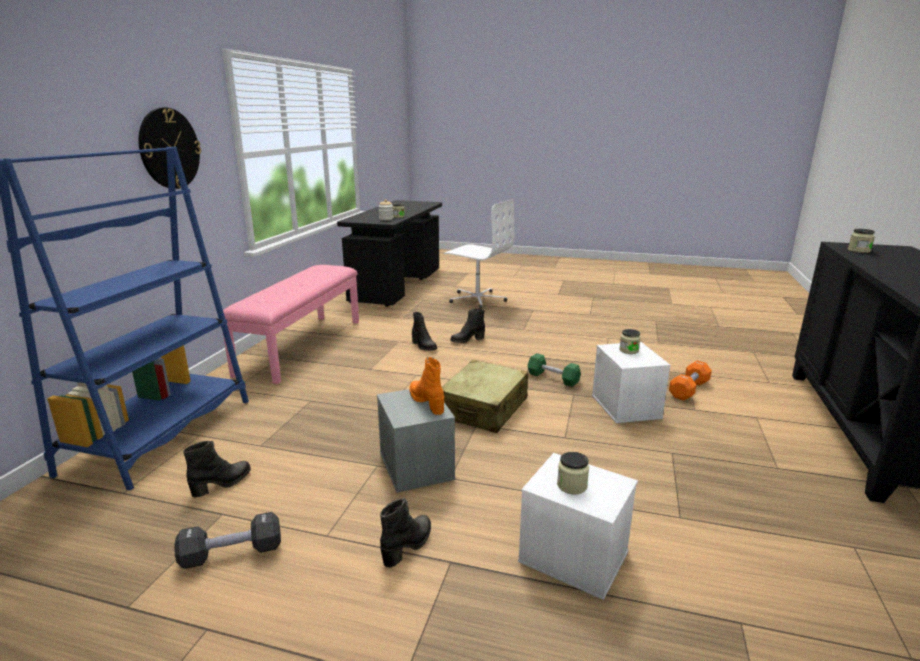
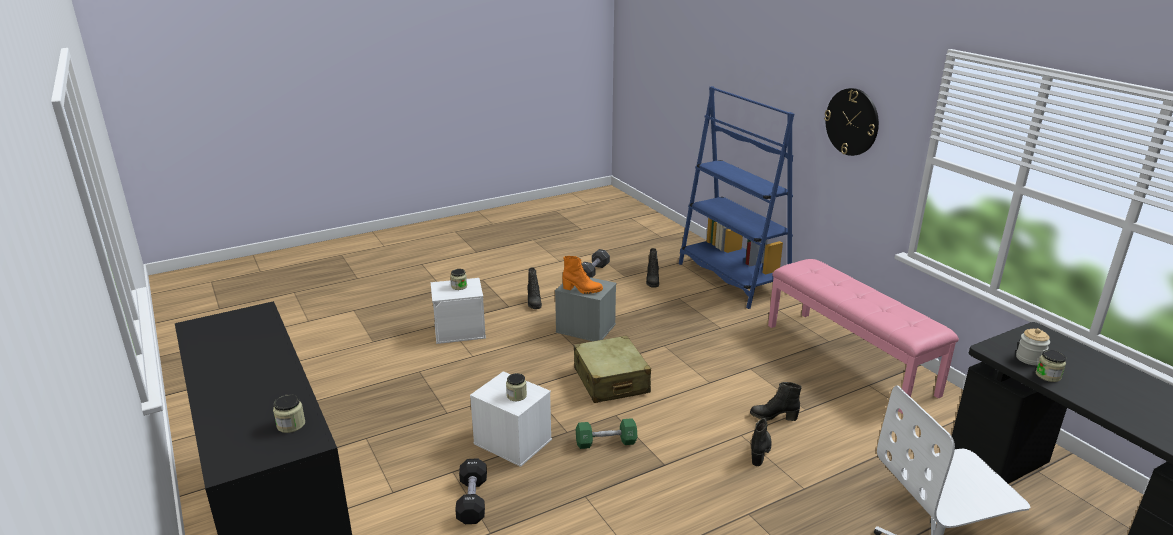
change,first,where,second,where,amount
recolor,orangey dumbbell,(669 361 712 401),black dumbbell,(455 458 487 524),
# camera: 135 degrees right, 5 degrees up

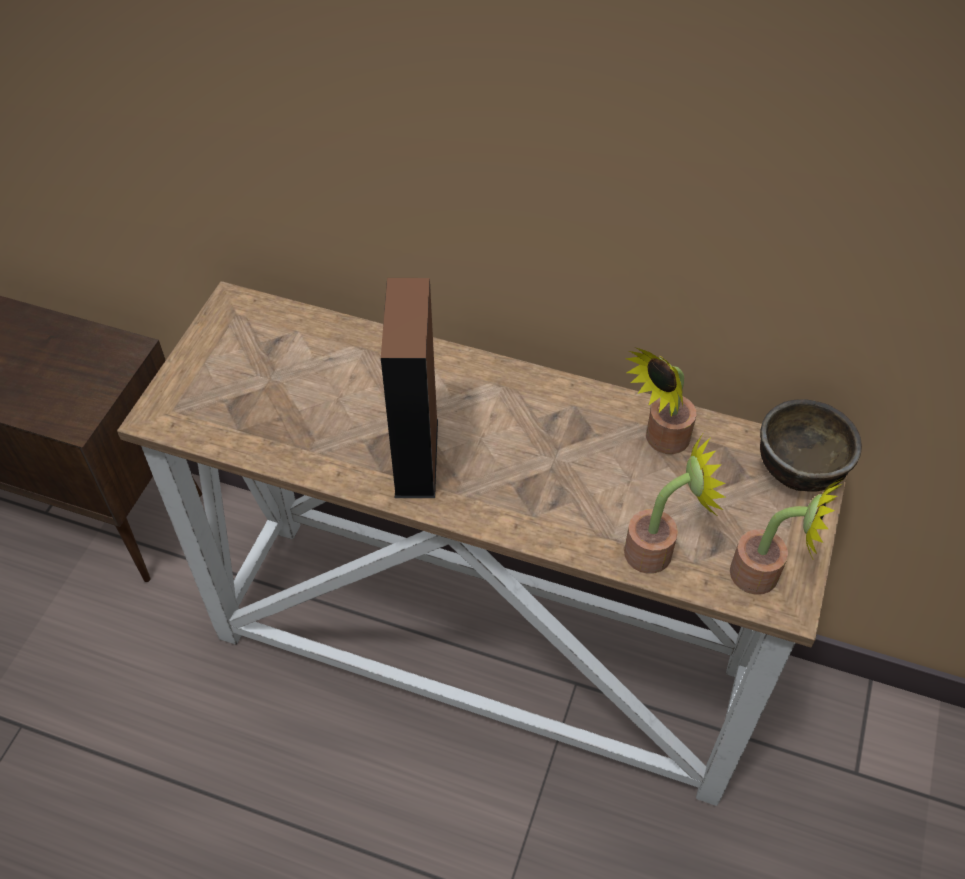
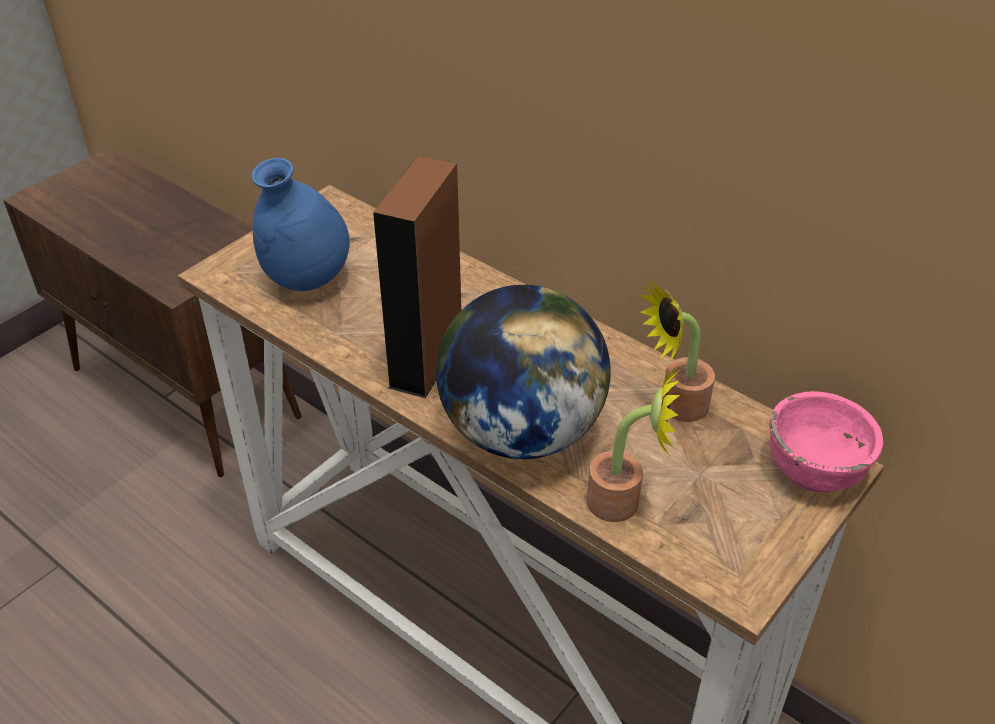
change,first,where,second,where,amount
delete,potted plant,(730 478 842 595),,,
insert,,,blue vase,(252 158 350 291),
insert,,,world globe,(436 285 611 459),
recolor,brown bowl,(760 399 862 492),pink-coloured bowl,(769 391 883 493),
# camera: 20 degrees right, 10 degrees down

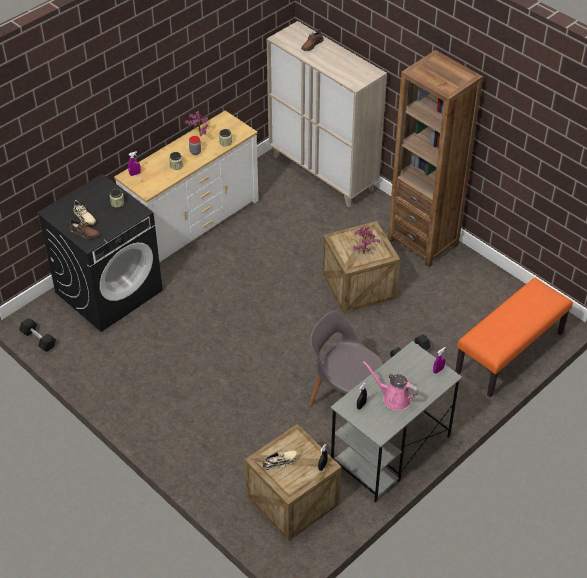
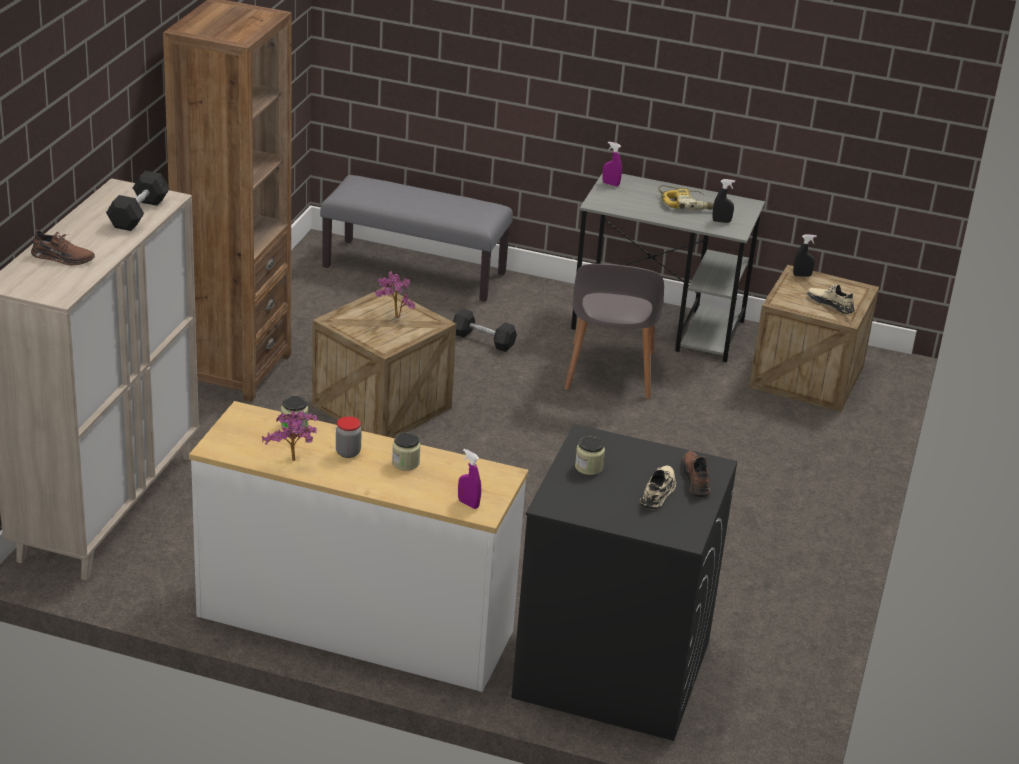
change,first,where,second,where,amount
move,black dumbbell,(19 318 56 352),,(106 171 170 231),
replace,pink-coloured sprinkling can,(363 361 419 411),drill,(658 185 714 210),
recolor,orangey indoor bench,(455 278 573 398),grey indoor bench,(320 175 513 302),
# camera: 120 degrees left, 15 degrees down

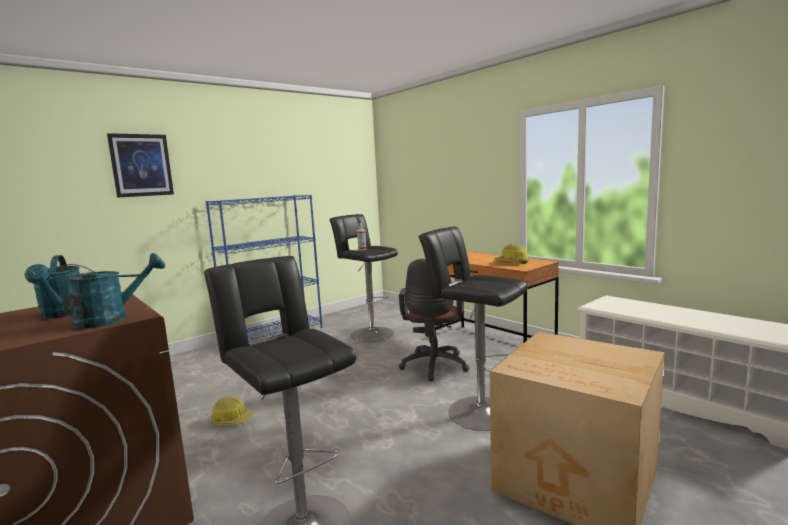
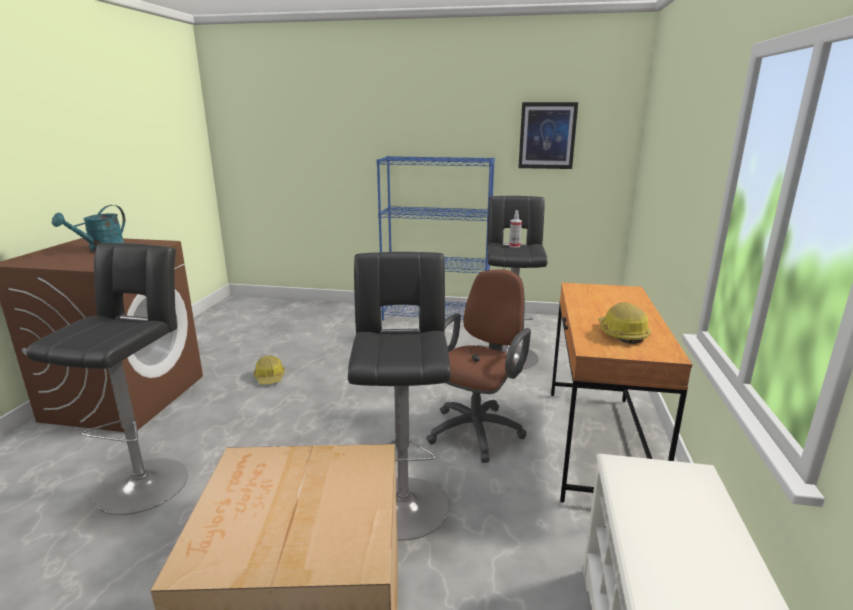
change,first,where,second,where,amount
delete,blue-green sprinkling can,(48 253 165 328),,,
move,picture,(107 133 174 198),,(518 102 578 169),
rotate,brown office chair,(399 259 470 381),,(426 269 531 463),150 degrees clockwise
# camera: 50 degrees right, 10 degrees up

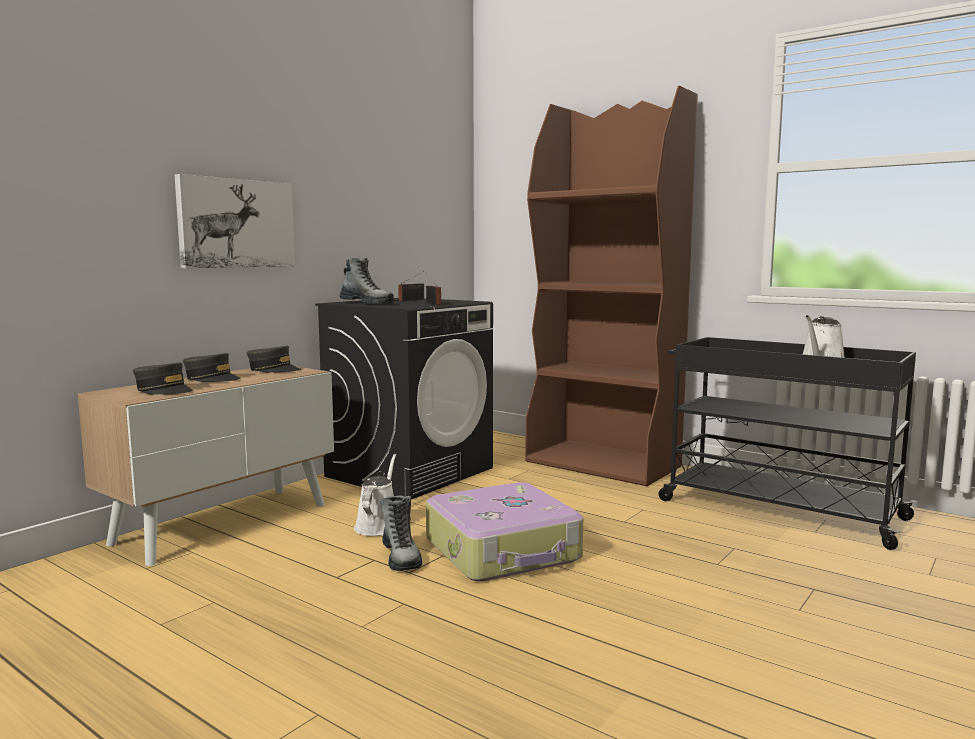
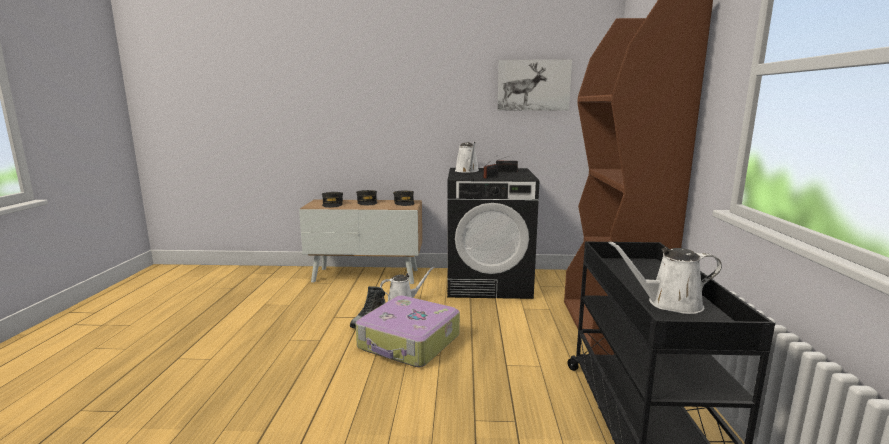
change,first,where,second,where,amount
move,picture,(175 174 295 268),,(497 59 572 111),
replace,high-top boot,(340 258 394 304),white sprinkling can,(455 142 479 173),
# camera: 55 degrees right, 5 degrees up

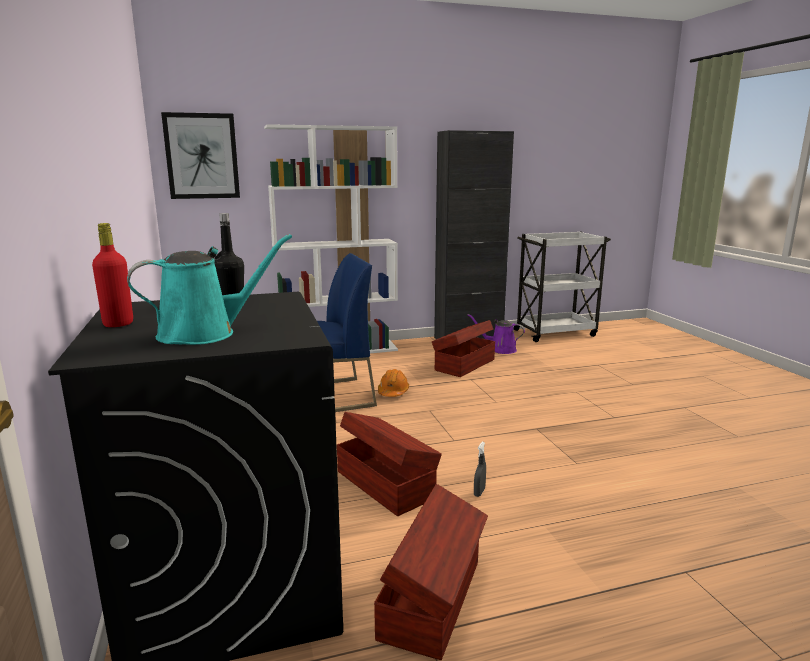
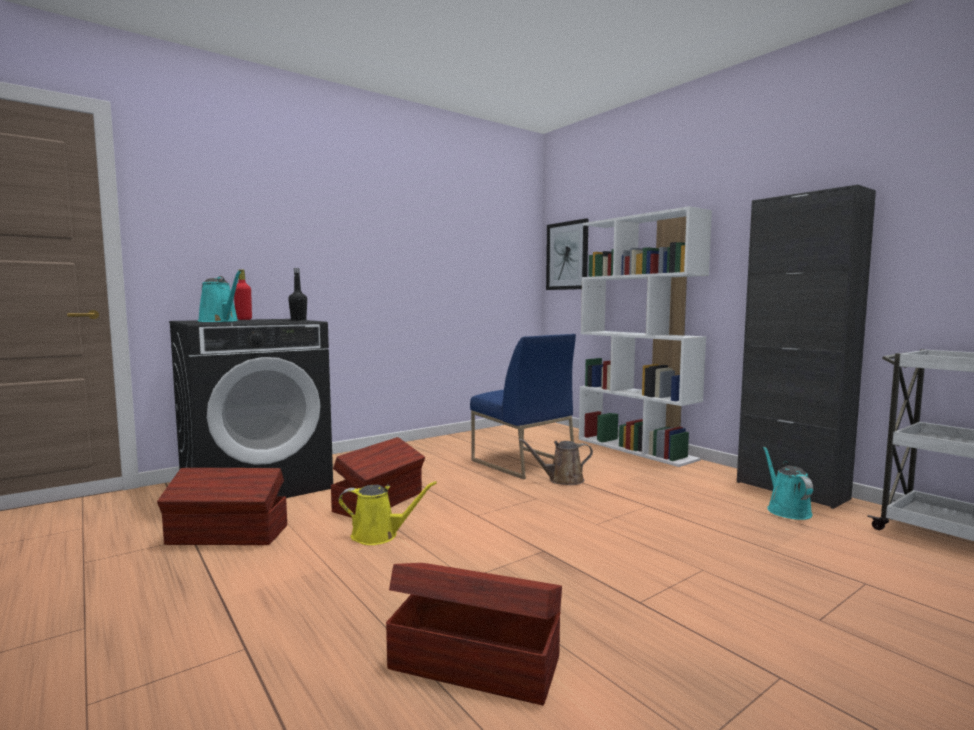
change,first,where,second,where,amount
move,brown storage container,(432 320 495 377),,(386 563 562 705),
replace,orangey hard hat,(378 369 409 397),brown sprinkling can,(519 439 593 485),
replace,grey spray bottle,(474 442 486 497),yellowish sprinkling can,(338 481 437 545),
recolor,purple-coloured sprinkling can,(468 314 525 354),blue-green sprinkling can,(763 446 813 520),
# camera: 70 degrees right, 10 degrees down

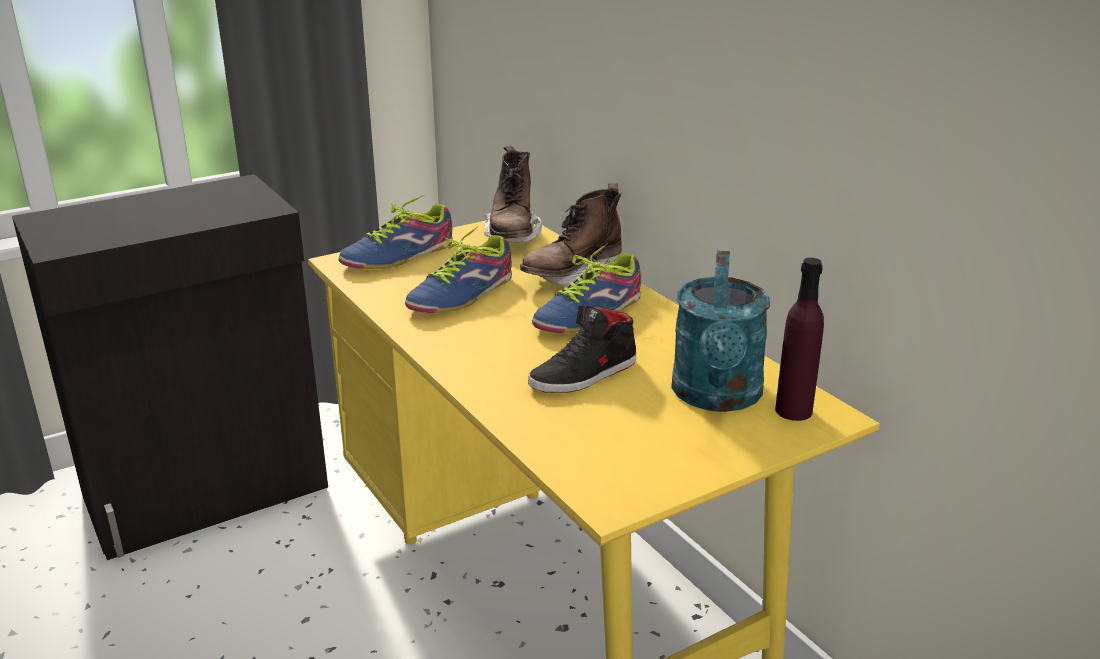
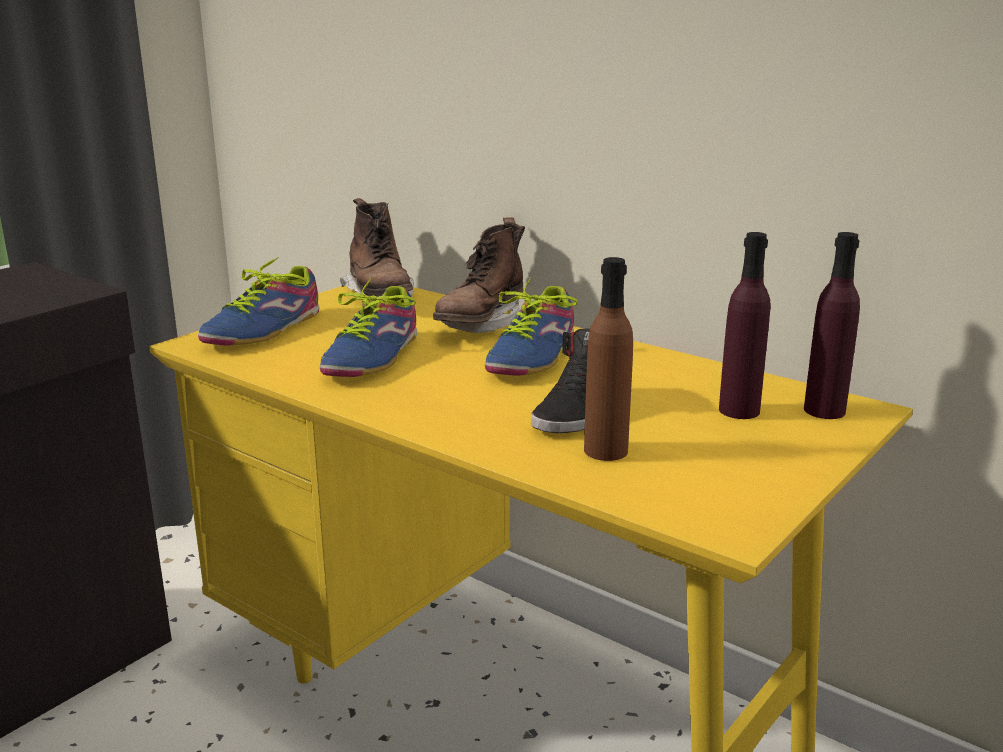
change,first,where,second,where,amount
insert,,,brown beverage bottle,(584 257 633 461),
replace,blue-green sprinkling can,(671 250 770 412),purple-coloured beverage bottle,(719 232 770 419),
# camera: 20 degrees left, 5 degrees down

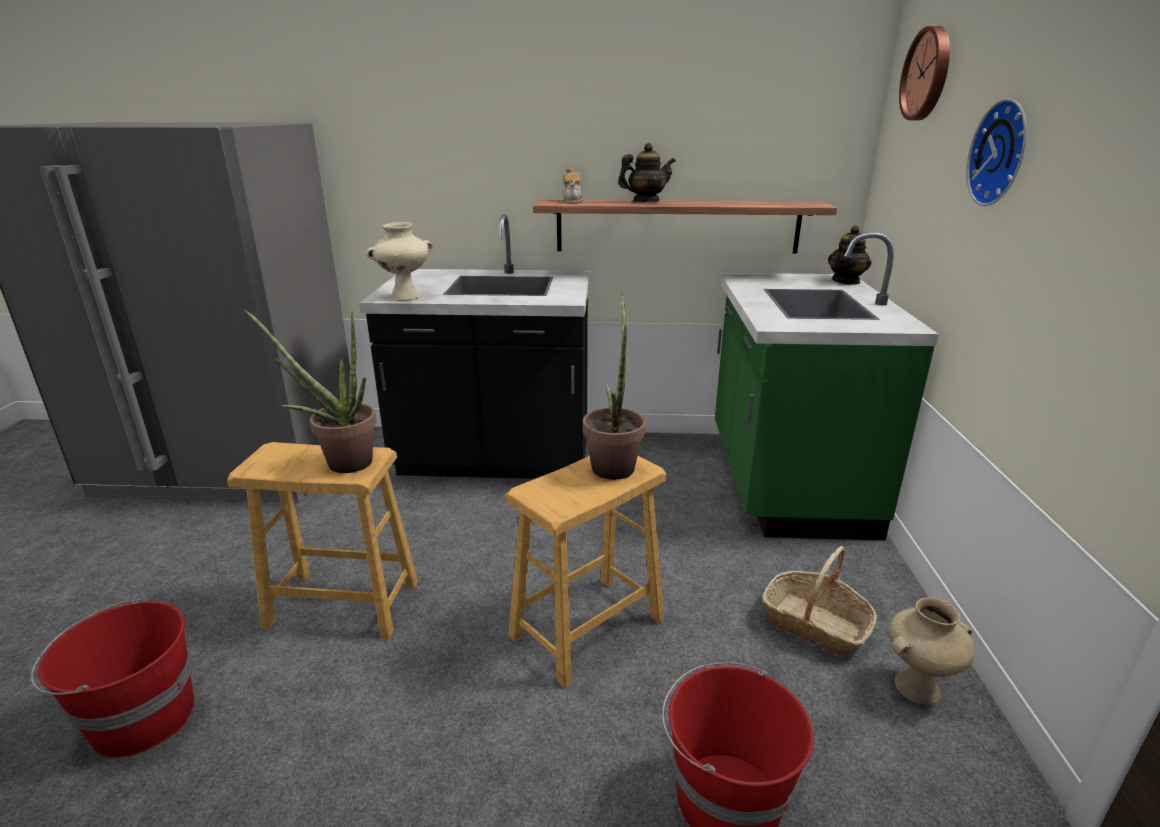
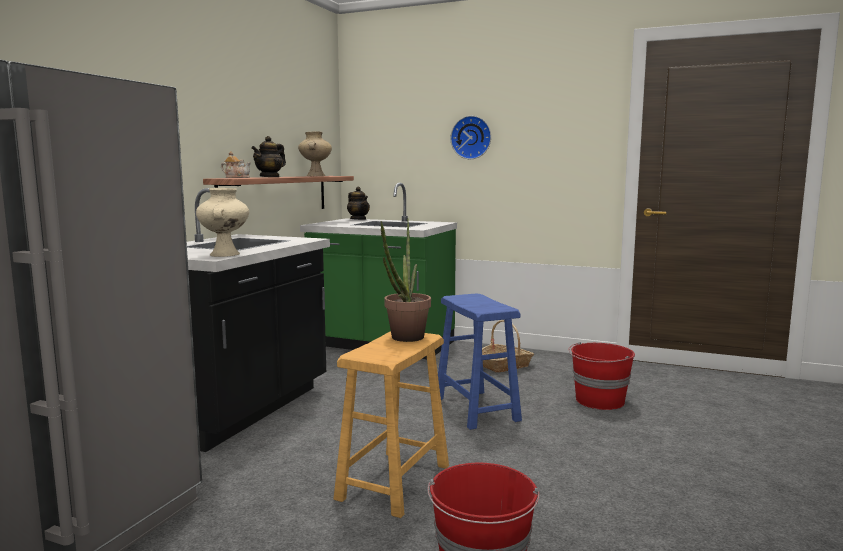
change,first,where,second,where,amount
delete,potted plant,(583 293 646 480),,,
delete,clock on the wall,(899 26 950 120),,,
move,sand-coloured vase,(889 597 975 704),,(298 131 332 176),
recolor,brown sitting stool,(505 456 667 688),blue sitting stool,(438 293 522 430),
rotate,pot for tea,(618 143 675 202),,(251 136 286 177),150 degrees counterclockwise
# camera: 70 degrees left, 15 degrees down

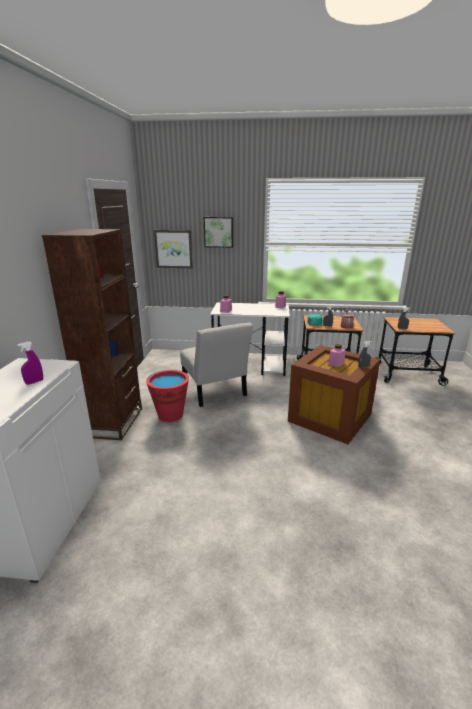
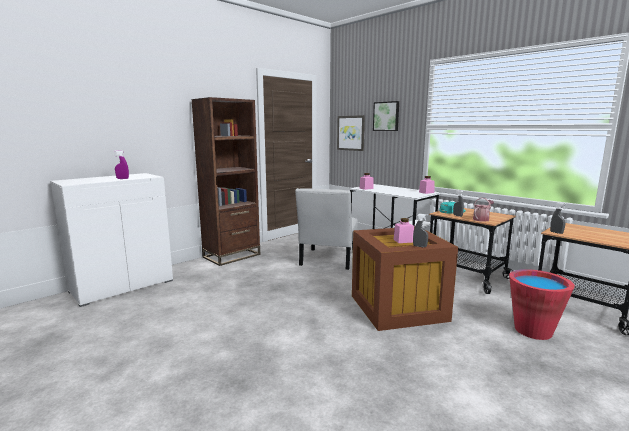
change,first,where,second,where,amount
move,reddish bucket,(146 370 189 422),,(509 269 575 340),
# camera: 40 degrees right, 10 degrees down

